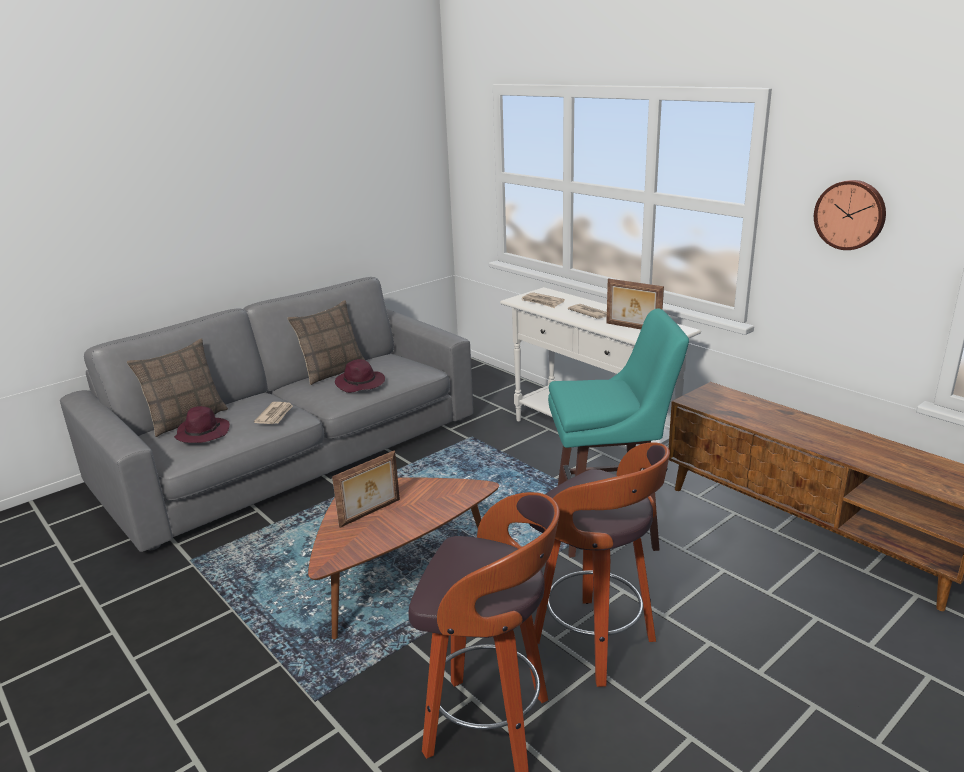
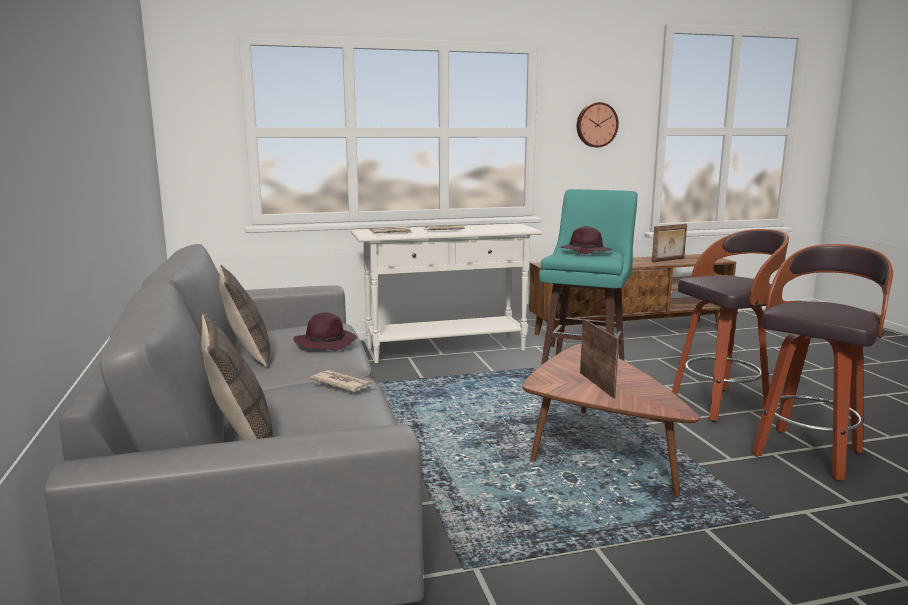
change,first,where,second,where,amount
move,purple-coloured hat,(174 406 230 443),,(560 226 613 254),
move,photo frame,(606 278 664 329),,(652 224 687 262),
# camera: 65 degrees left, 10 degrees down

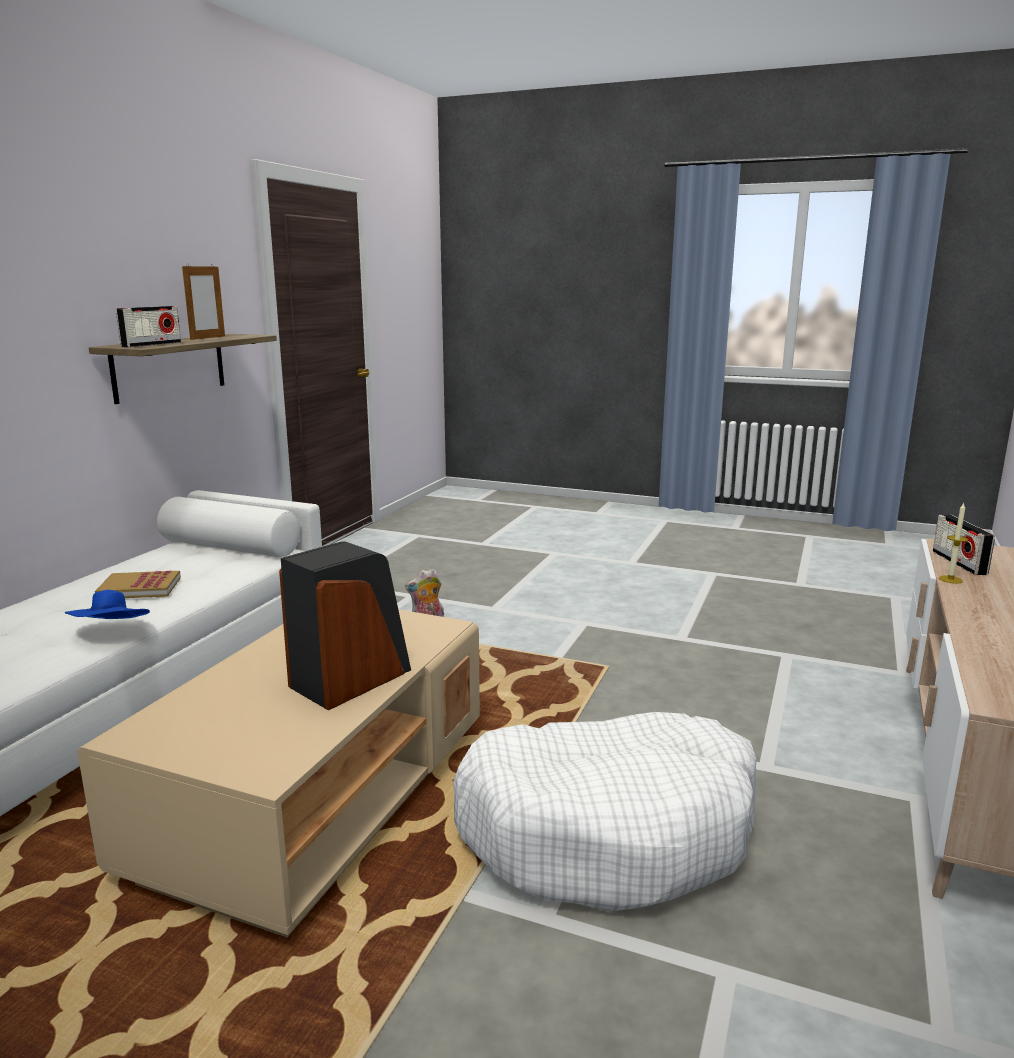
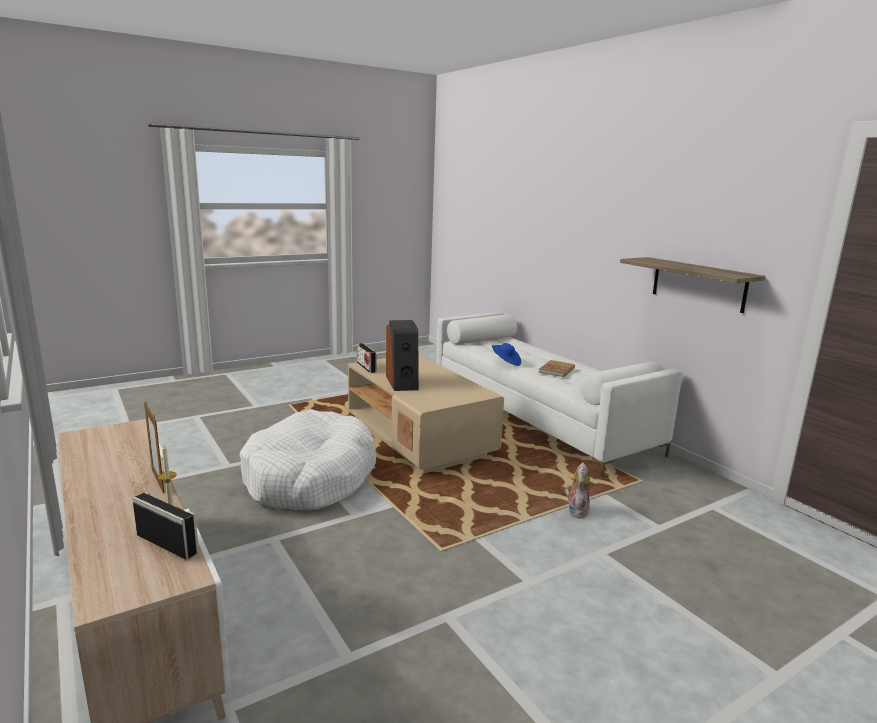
change,first,where,second,where,amount
move,radio,(116 306 181 348),,(357 343 377 373),
move,photo frame,(182 264 225 340),,(144 402 164 494),
# camera: 125 degrees right, 0 degrees up

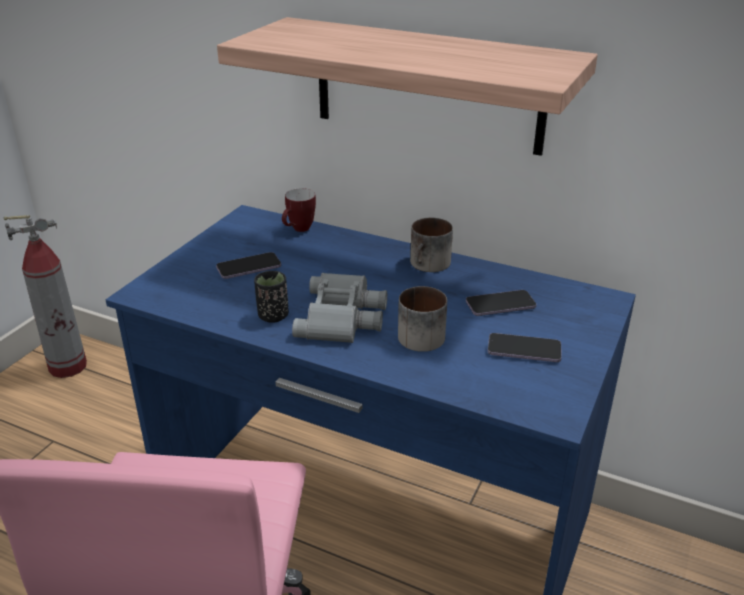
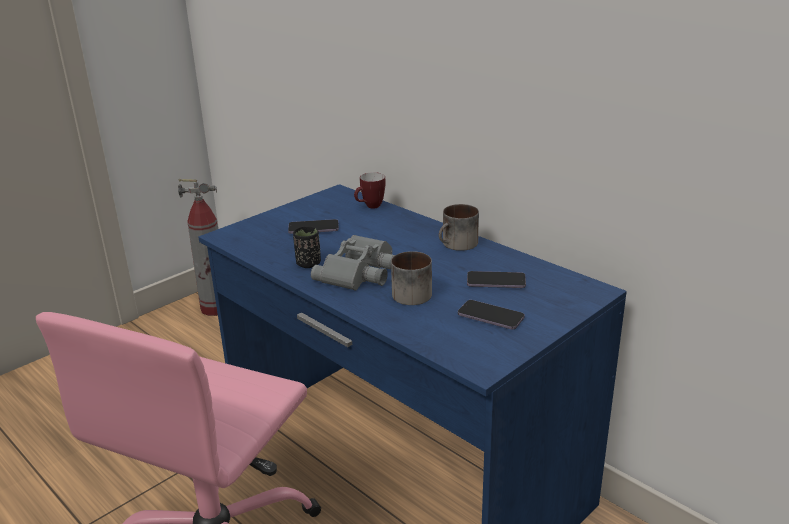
change,first,where,second,where,amount
delete,bracket shelf,(217 17 598 156),,,
# camera: 20 degrees right, 5 degrees down

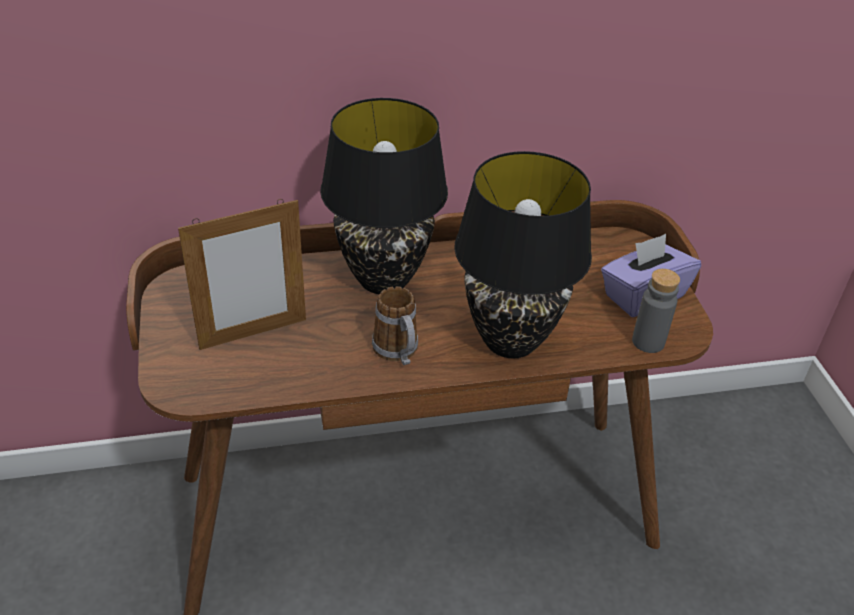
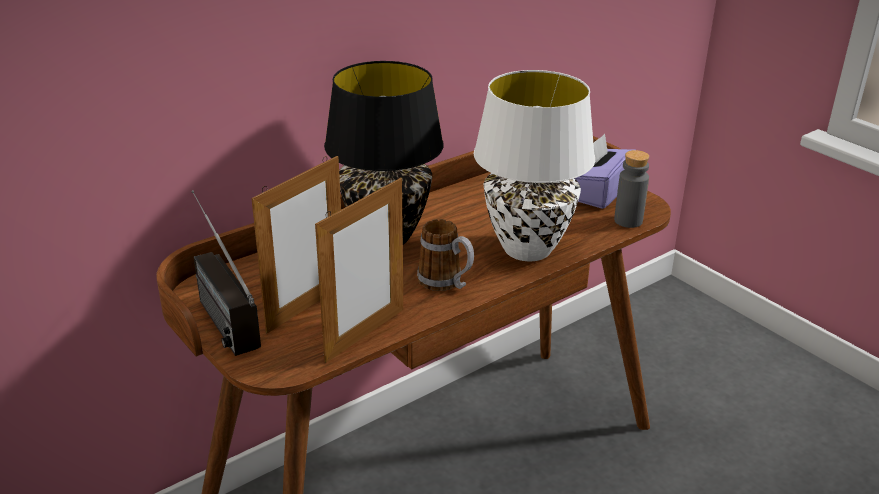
change,first,where,second,where,amount
insert,,,radio,(191 190 261 356),
insert,,,photo frame,(315 178 403 363),
recolor,black tabletop lamp,(454 151 592 358),white tabletop lamp,(474 70 595 261),
# camera: 25 degrees left, 10 degrees down

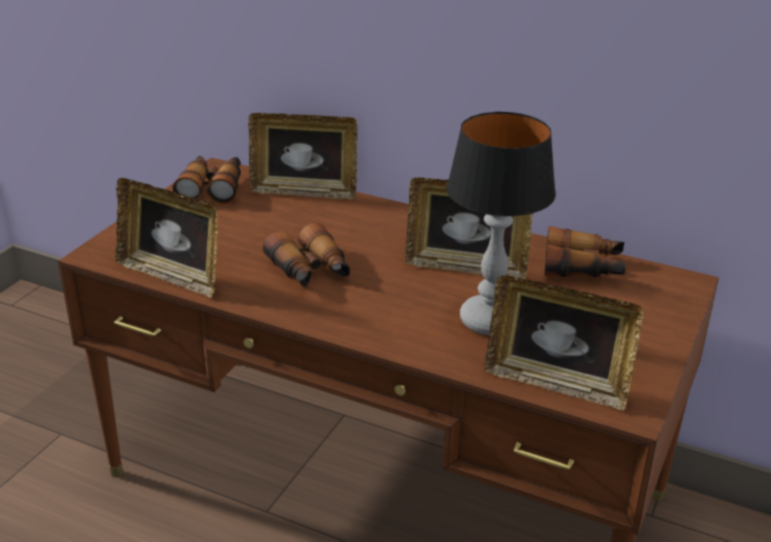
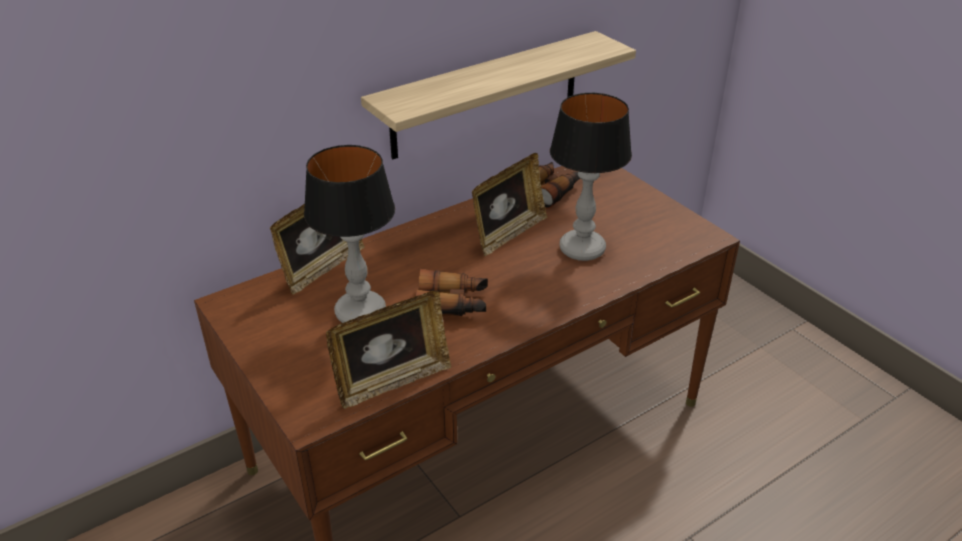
change,first,where,second,where,amount
delete,binoculars,(173 156 241 204),,,
delete,photo frame,(485 276 644 411),,,
insert,,,tabletop lamp,(304 145 395 323),
insert,,,bracket shelf,(361 31 636 159),
# camera: 60 degrees left, 5 degrees up

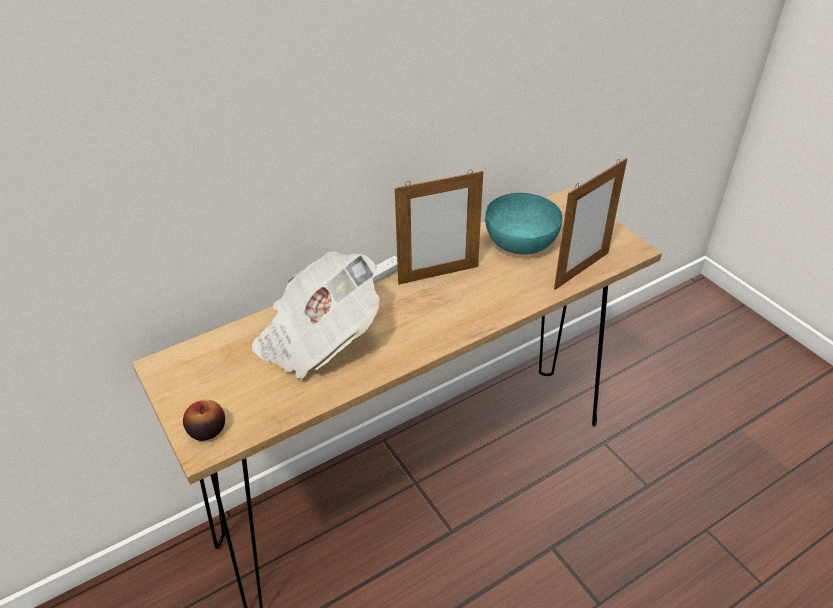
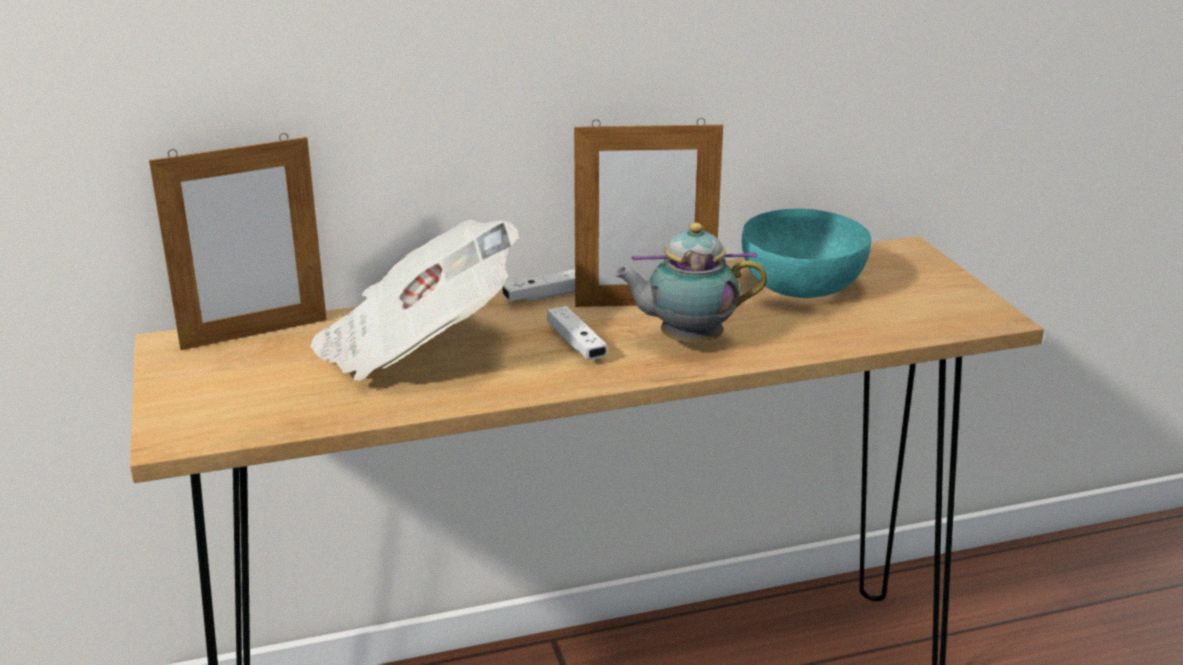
change,first,where,second,where,amount
delete,whole apple,(183 400 225 441),,,
insert,,,white joypad,(547 306 608 360),
insert,,,pot for tea,(614 223 767 343),
move,photo frame,(554 158 627 290),,(149 133 327 350),
# camera: 15 degrees right, 15 degrees down

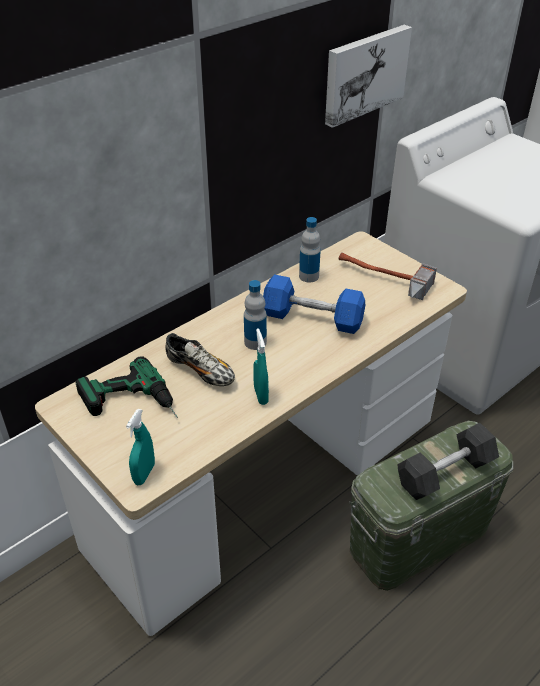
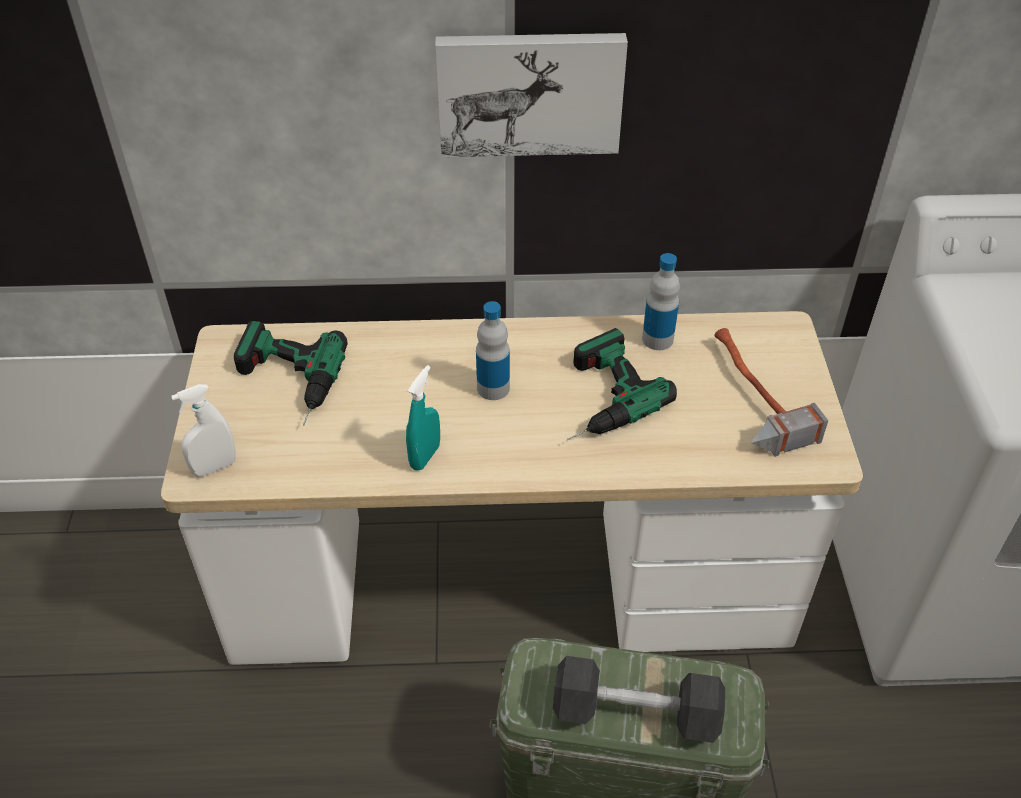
change,first,where,second,where,amount
delete,item of footwear,(165 333 235 386),,,
move,picture,(325 25 412 128),,(435 33 628 157),
replace,blue dumbbell,(263 274 365 334),drill,(567 328 677 440),
recolor,blue-green spray bottle,(126 409 155 485),white spray bottle,(171 384 236 477),
# camera: 40 degrees right, 5 degrees up

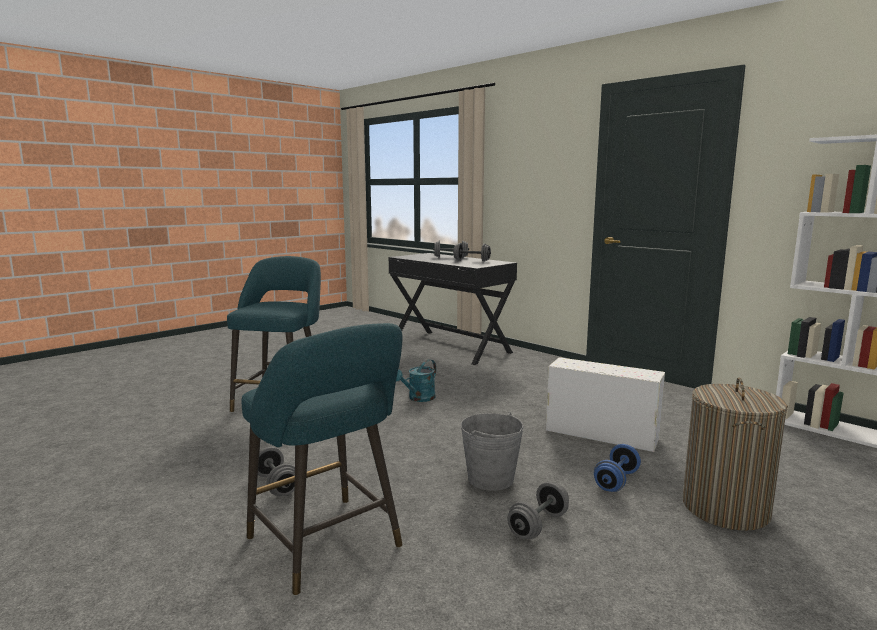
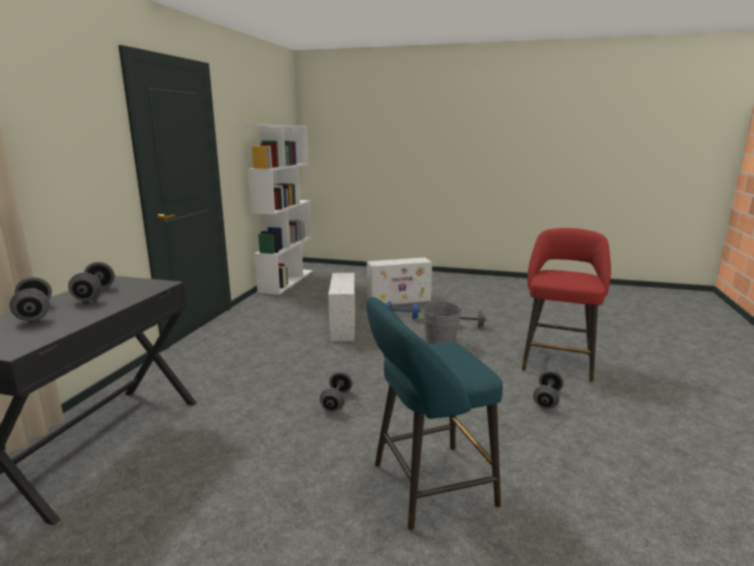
change,first,where,second,where,amount
replace,blue-green sprinkling can,(396 359 436 402),grey dumbbell,(320 371 352 412),
replace,washing basket,(683 378 788 531),white storage container,(367 257 432 305),
recolor,blue-green sitting stool,(242 323 403 596),reddish sitting stool,(522 228 611 382),
# camera: 120 degrees left, 5 degrees up

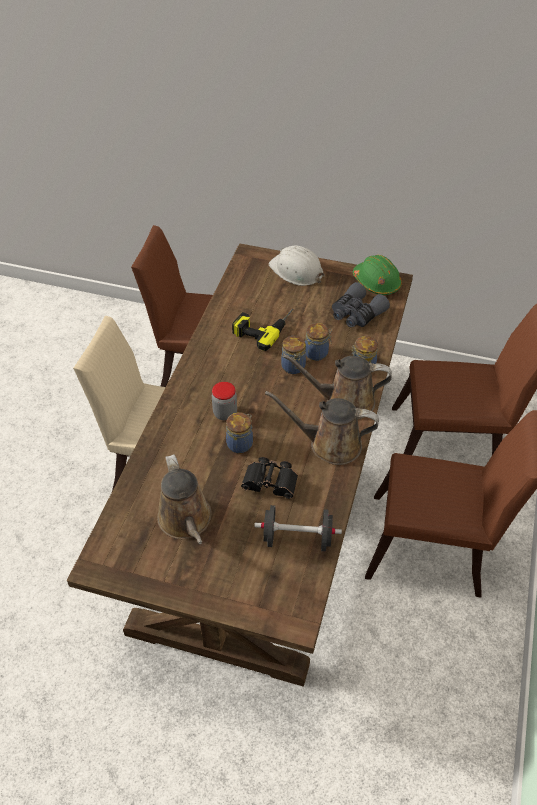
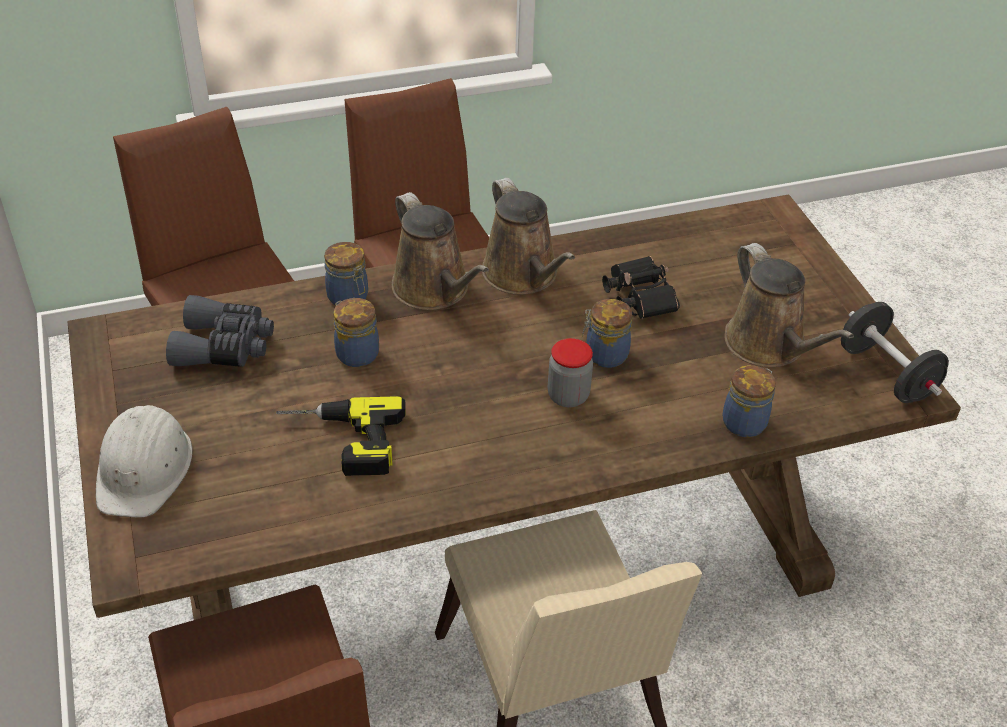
change,first,where,second,where,amount
delete,green-coloured hard hat,(353 255 402 295),,,
move,black dumbbell,(254 505 342 551),,(841 302 949 403),
move,storage jar,(281 336 306 374),,(722 365 776 437),
rotate,brown sprinkling can,(157 455 211 545),,(724 243 854 367),120 degrees clockwise
# camera: 125 degrees left, 5 degrees down

